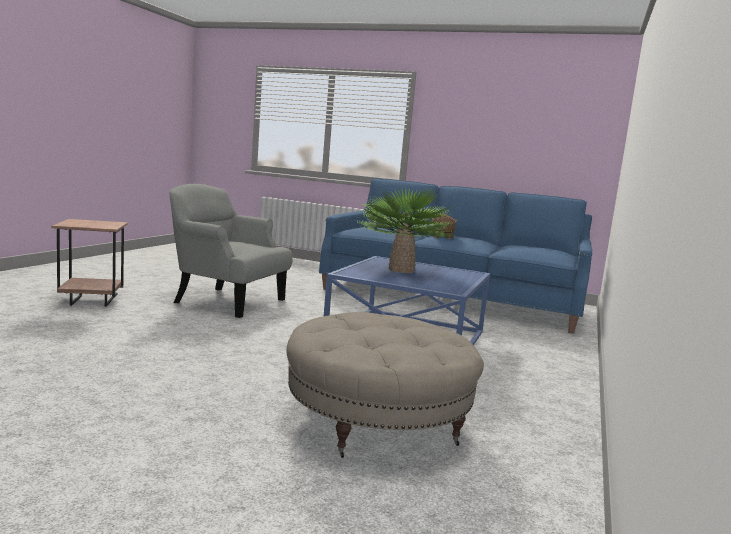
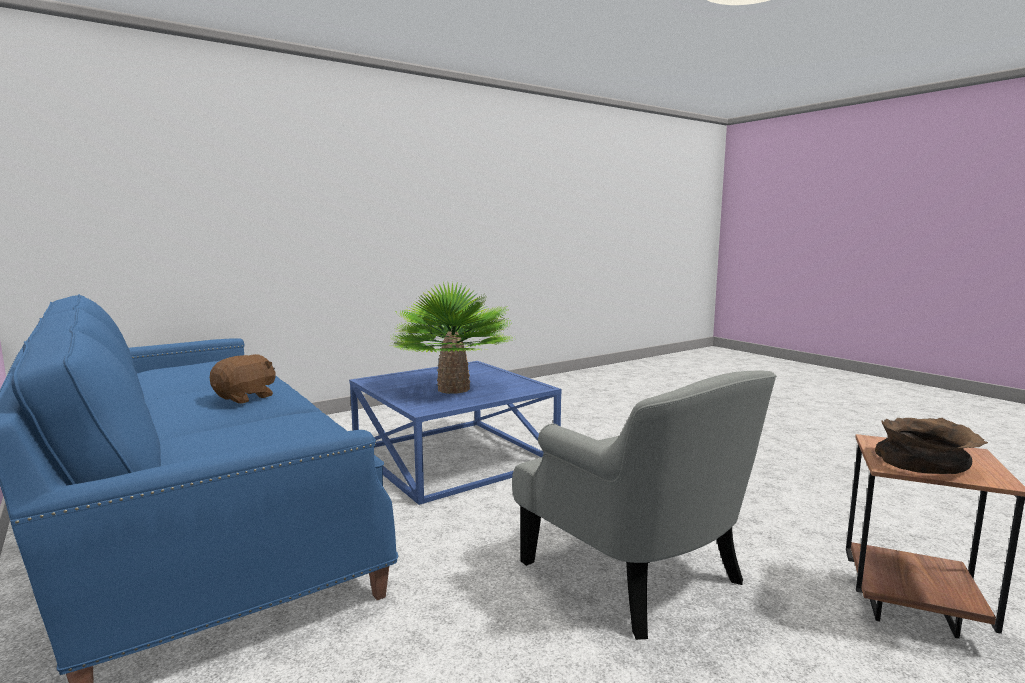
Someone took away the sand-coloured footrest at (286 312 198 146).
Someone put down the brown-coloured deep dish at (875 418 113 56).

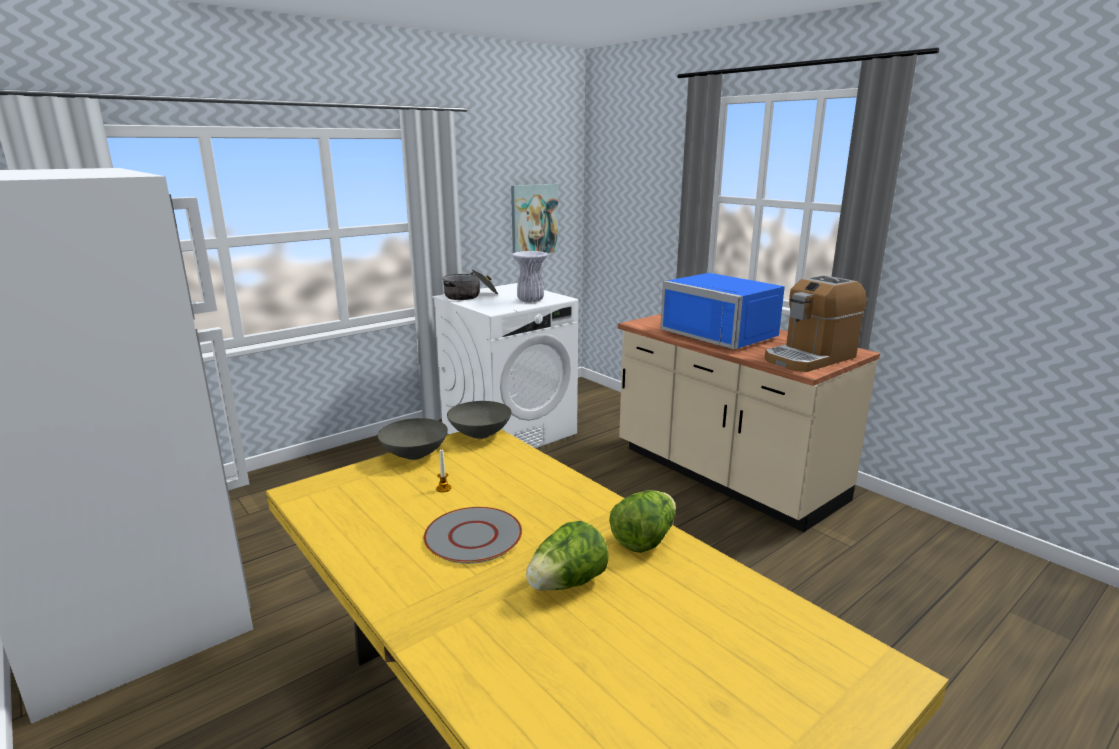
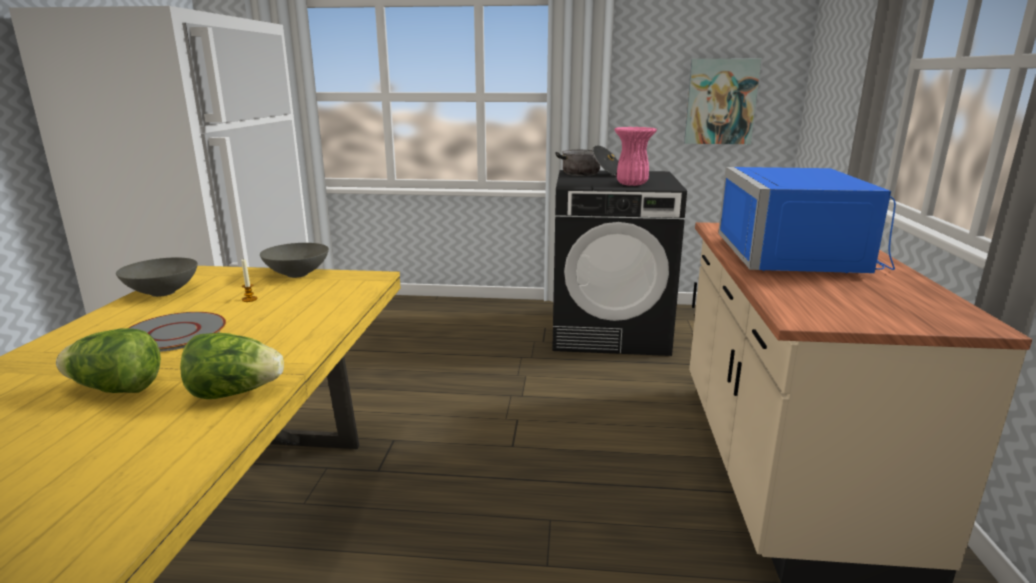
Someone repainted the white-coloured laundry appliance at (432 283 146 165), which became the black laundry appliance at (552 170 135 186).
Someone carried the gray deep dish from (447 401 64 38) to (116 258 82 39).
Someone repainted the white-coloured flower vase at (512 251 36 51), which became the pinkish flower vase at (614 127 43 59).
Someone took away the coffee brewer at (765 275 101 97).

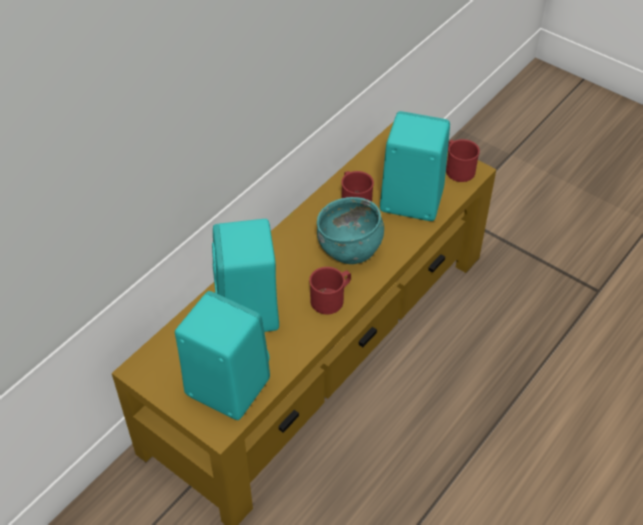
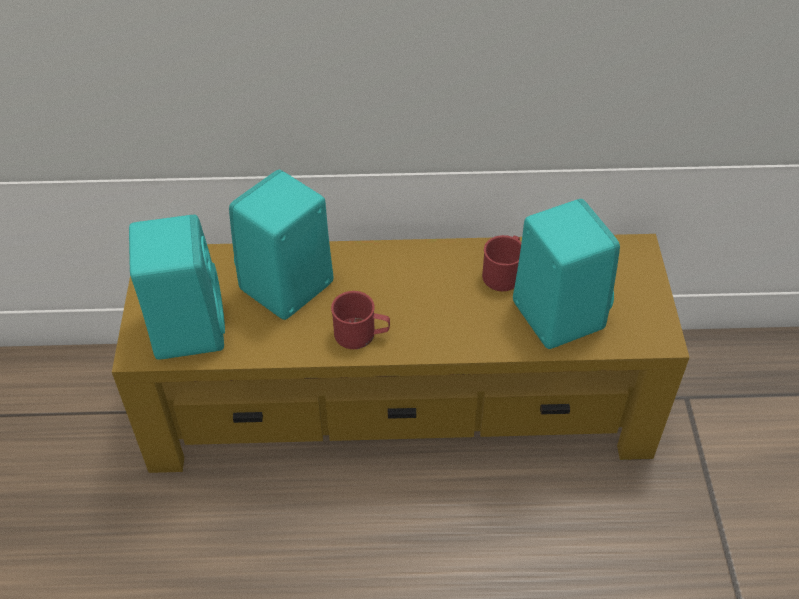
Someone took away the blue-green deep dish at (317 197 67 67).
Someone took away the red tea mug at (446 139 34 43).

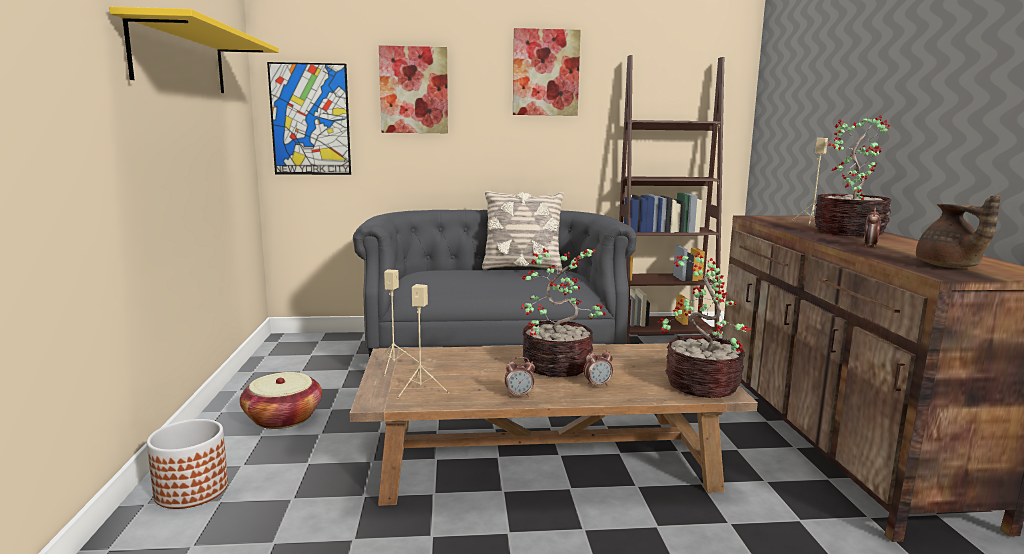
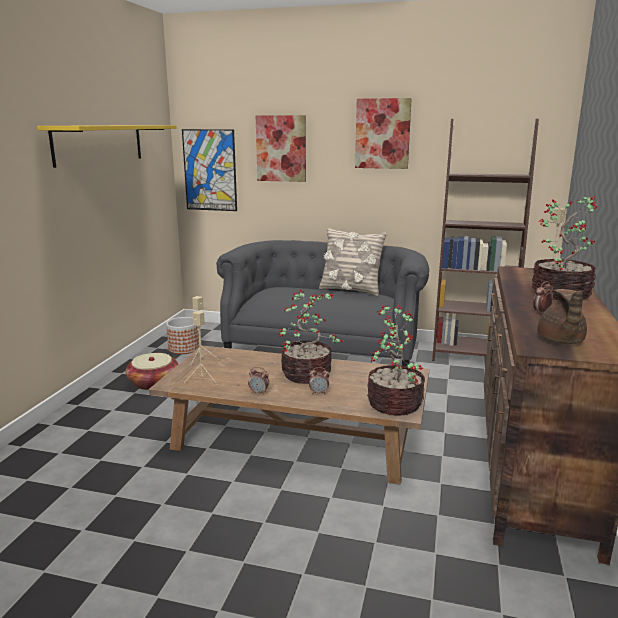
Someone carried the planter from (147 419 81 90) to (166 317 33 37).

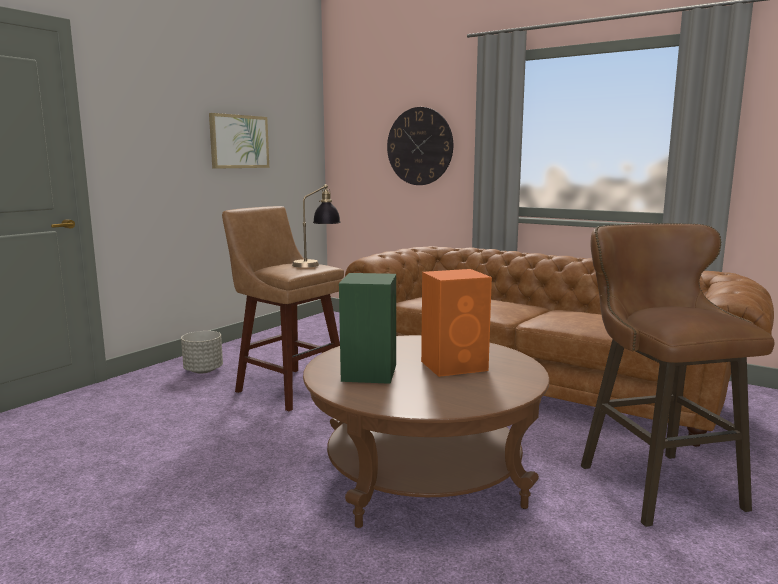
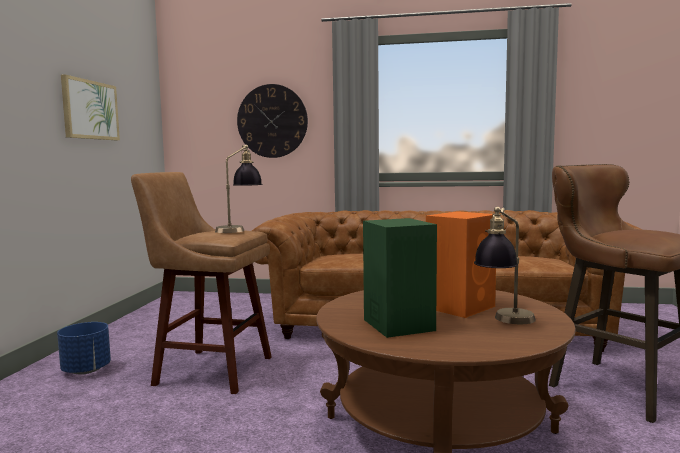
Someone repainted the gray planter at (181 331 42 42), which became the blue-coloured planter at (57 322 54 53).
Someone put down the tabletop lamp at (474 206 62 118).

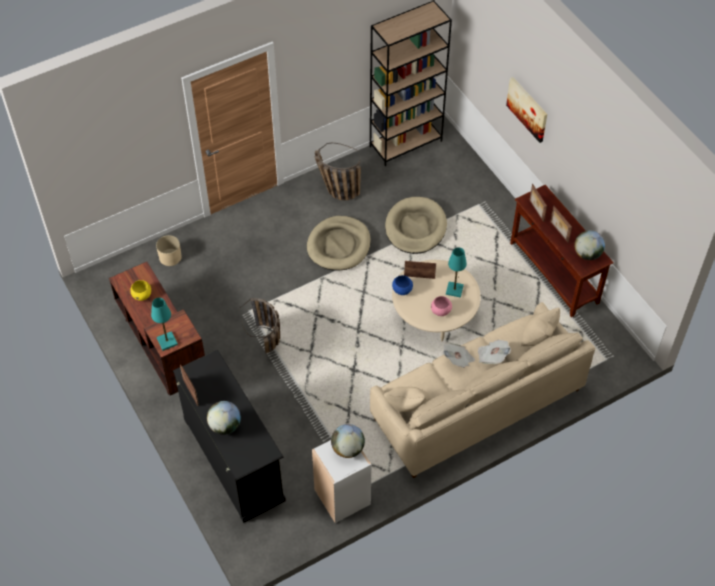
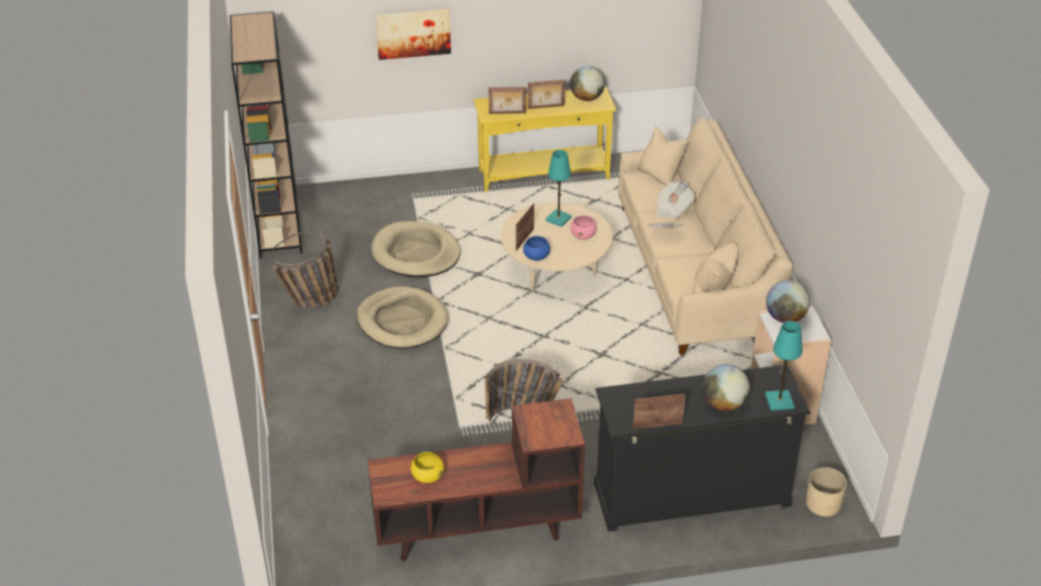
Someone carried the blue-green tabletop lamp from (151 298 27 53) to (765 321 37 90).
Someone carried the sand-coloured planter from (156 235 26 31) to (806 467 41 50).
Someone repainted the brown-coloured hall table at (510 185 104 132), which became the yellow hall table at (474 87 143 105).

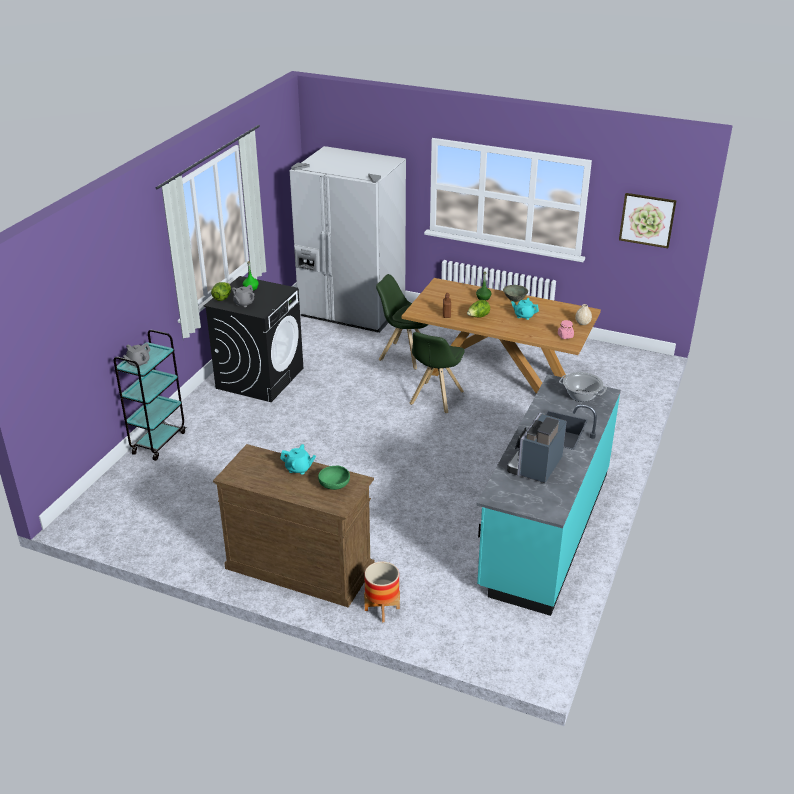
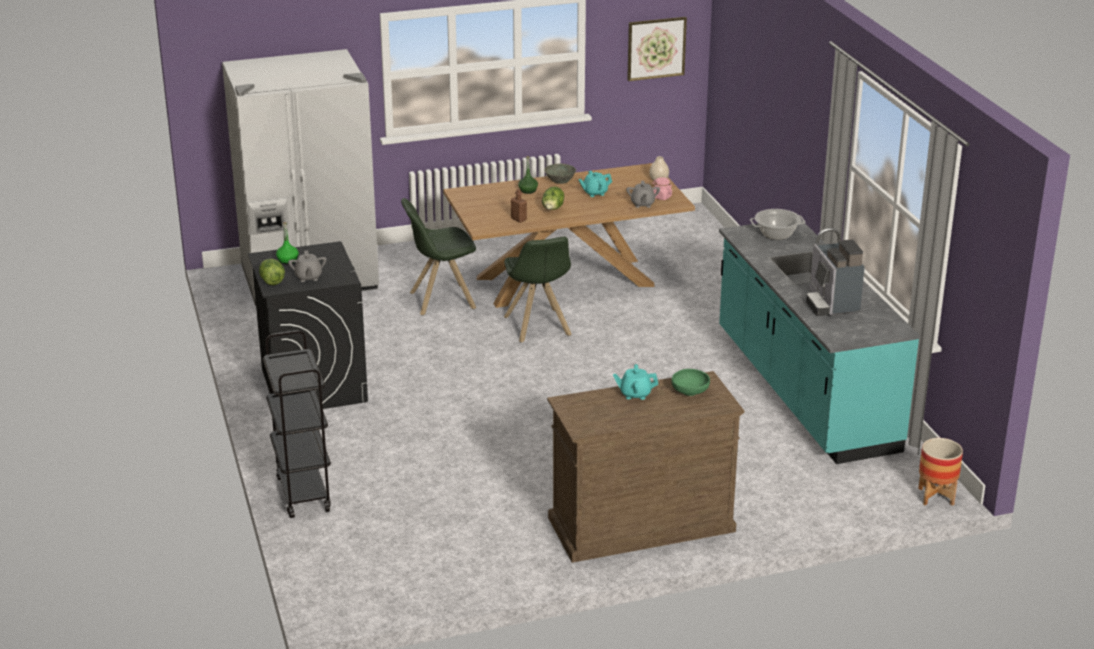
Someone repainted the blue-green cart at (114 330 73 131), which became the black cart at (263 330 68 188).
Someone carried the gray tea pot from (123 343 28 25) to (626 181 34 27).
Someone rotated the blue-green tea pot at (280 444 36 31) by 150 degrees counterclockwise.
Someone carried the planter from (364 562 36 60) to (918 438 45 68).

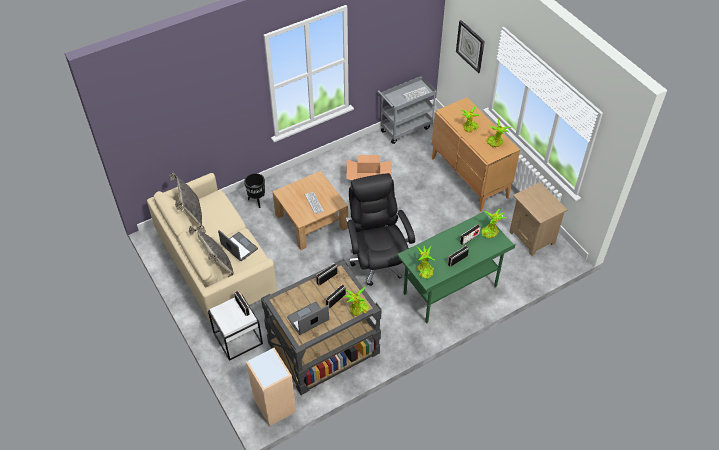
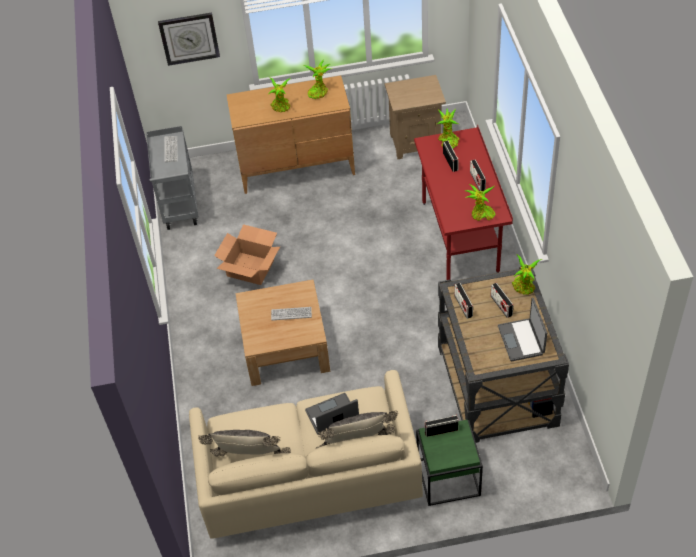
Someone repainted the white-coloured side table at (208 295 55 66), which became the green-coloured side table at (416 420 67 86).
Someone took away the black planter at (244 173 21 35).
Someone took away the bookshelf at (246 348 50 78).
Someone took away the black computer chair at (346 173 69 113).
Someone repainted the green-coloured desk table at (397 212 119 111), which became the red desk table at (414 124 99 156).

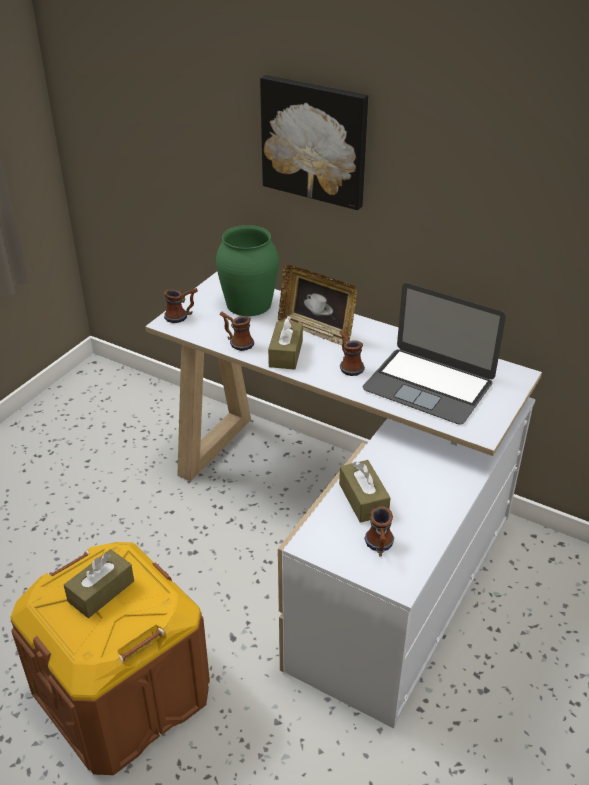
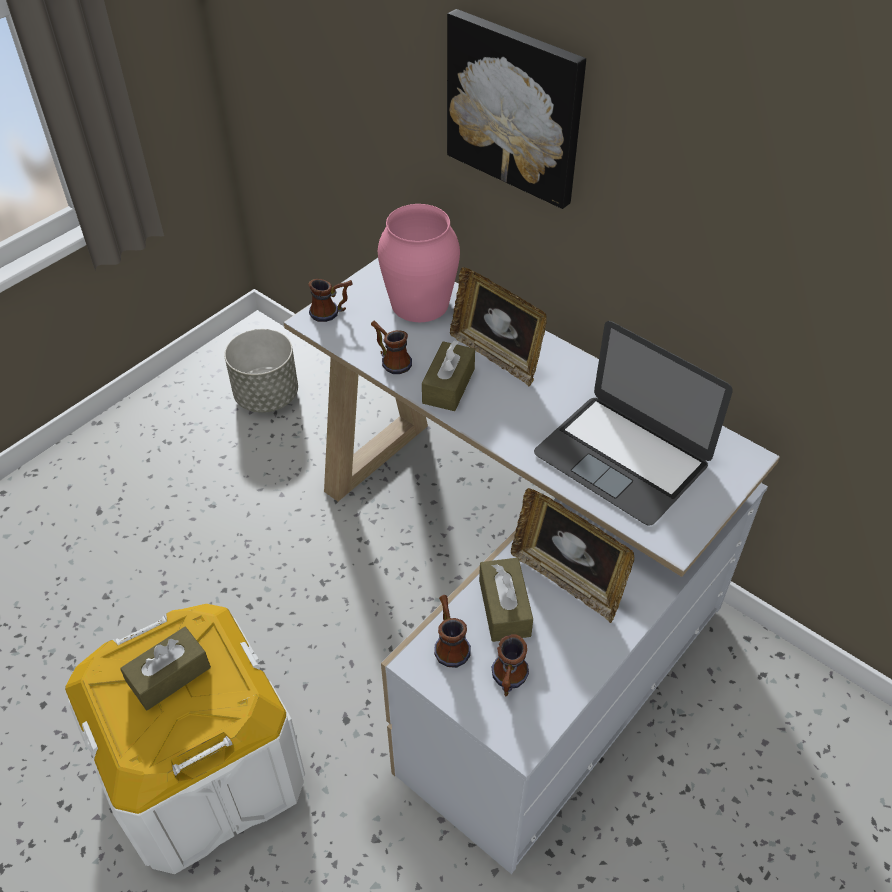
Someone repainted the brown-coloured storage container at (11 542 199 233), which became the white-coloured storage container at (65 604 240 270).
Someone repainted the green-coloured flower vase at (216 225 63 91), which became the pinkish flower vase at (378 204 82 118).
Someone carried the tea mug from (339 330 26 46) to (434 595 37 73).
Someone put down the gray planter at (224 329 74 83).
Someone put down the photo frame at (511 488 123 135).

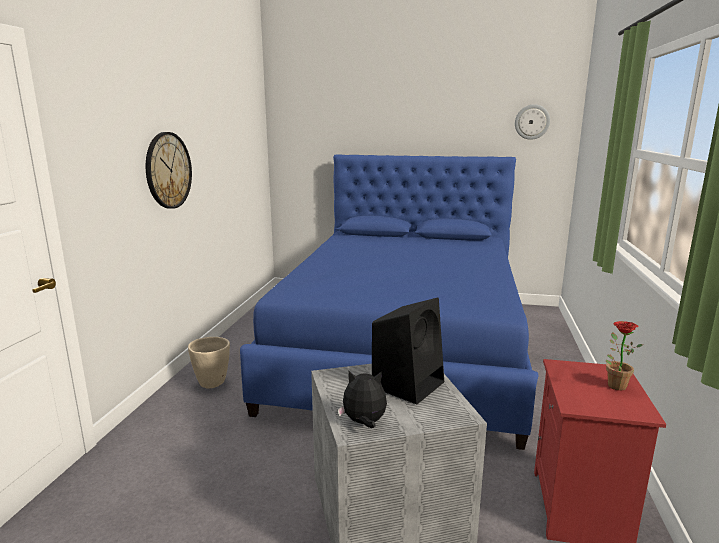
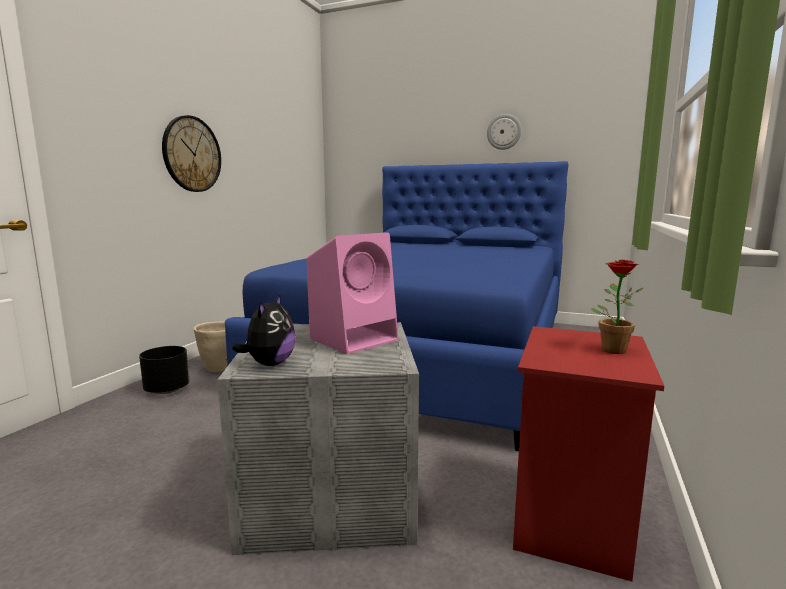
Someone rotated the cuddly toy at (338 370 49 58) by 90 degrees clockwise.
Someone repainted the black loudspeaker at (372 297 72 108), which became the pinkish loudspeaker at (307 232 92 122).
Someone carried the wall clock from (515 104 35 36) to (487 114 34 36).
Someone put down the black planter at (139 346 51 48).

